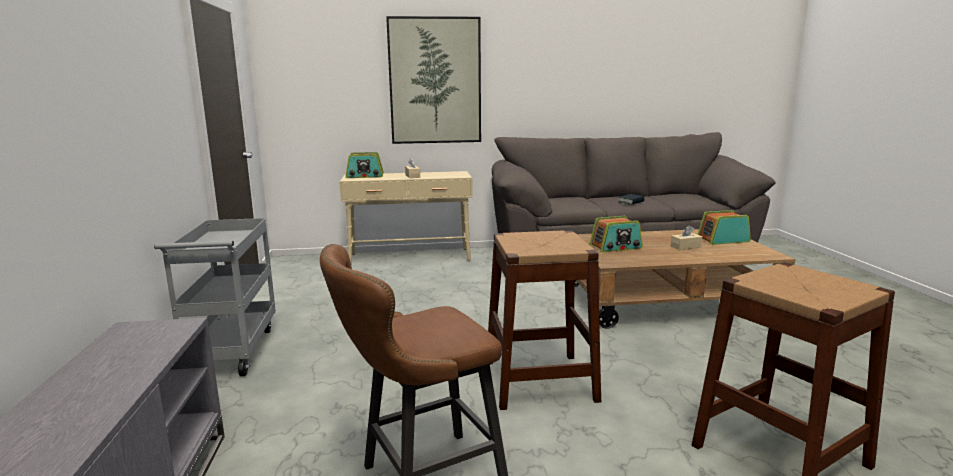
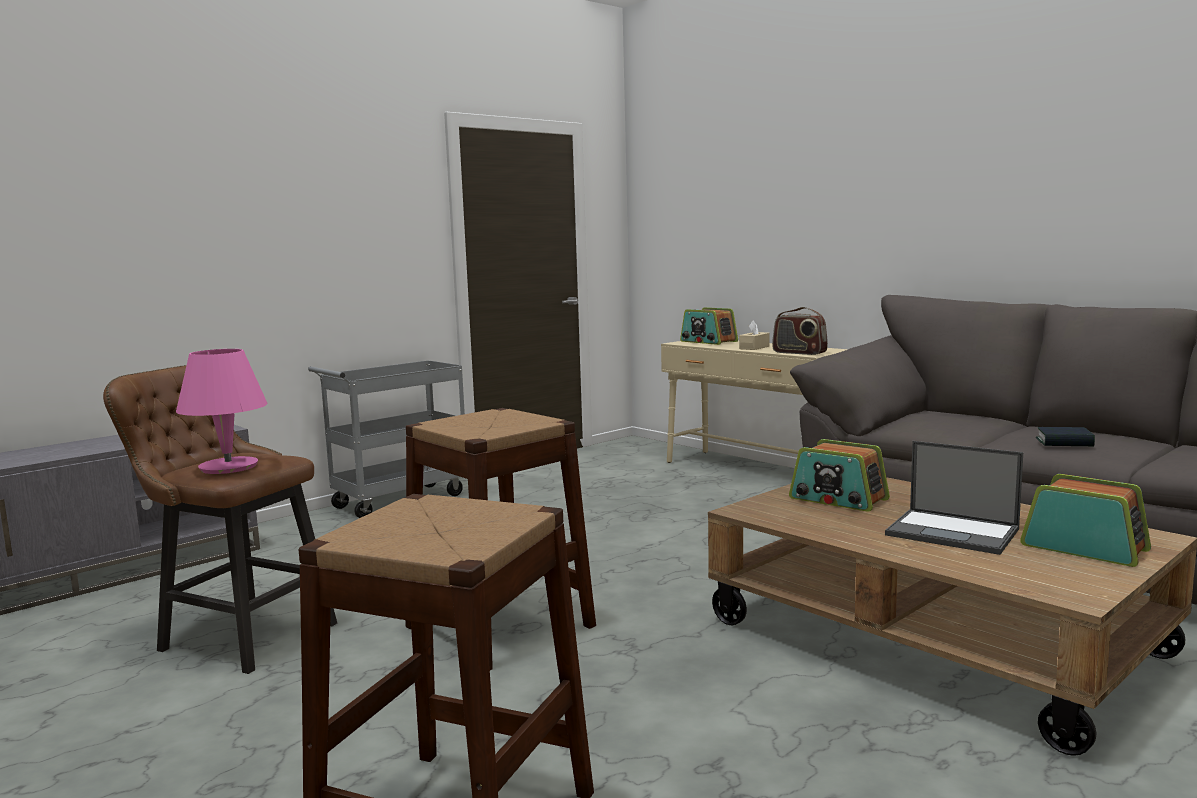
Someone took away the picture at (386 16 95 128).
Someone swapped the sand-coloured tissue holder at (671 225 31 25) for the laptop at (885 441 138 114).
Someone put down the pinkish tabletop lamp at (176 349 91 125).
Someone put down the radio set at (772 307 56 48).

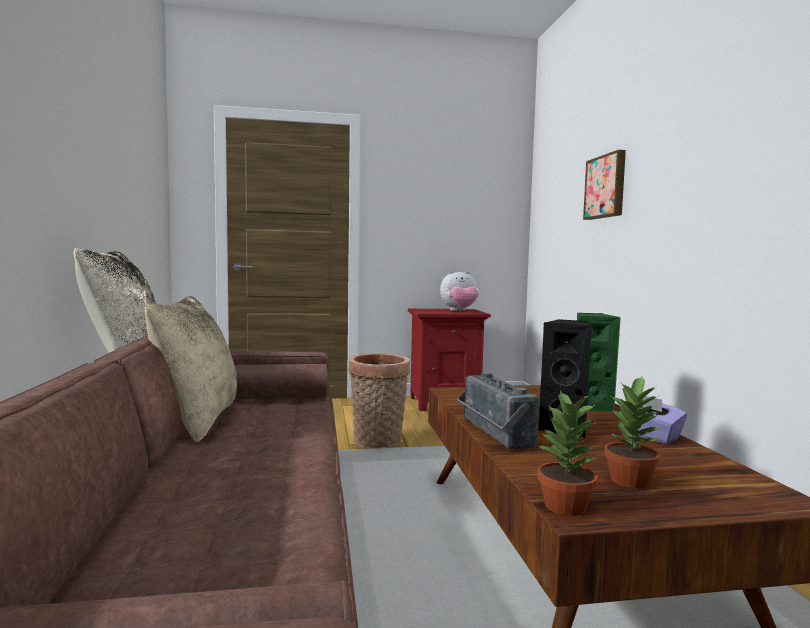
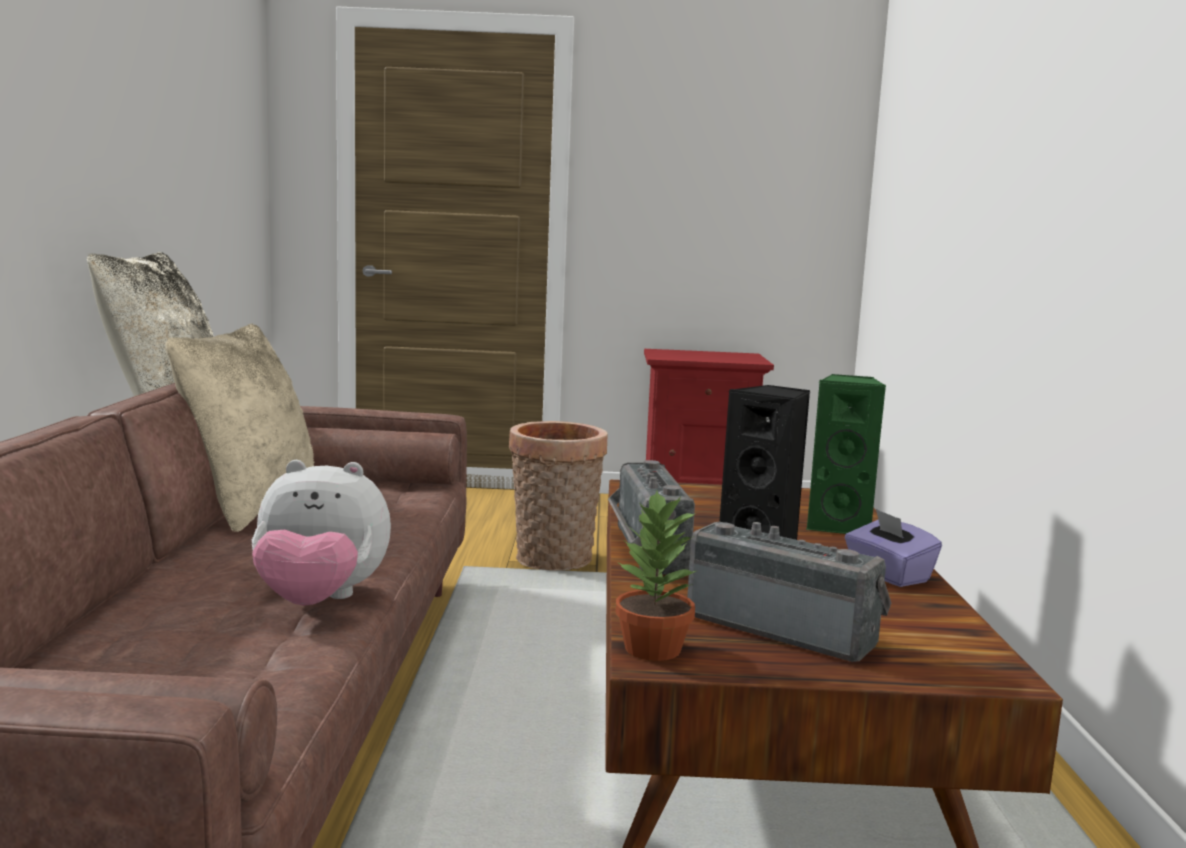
Someone carried the cuddly toy from (440 270 39 41) to (252 460 139 146).
Someone took away the picture at (583 150 43 70).
Someone swapped the plant in a pot at (604 375 59 113) for the radio set at (687 521 204 141).

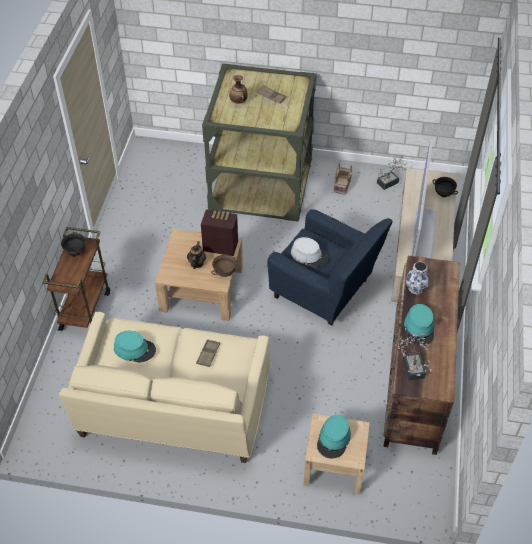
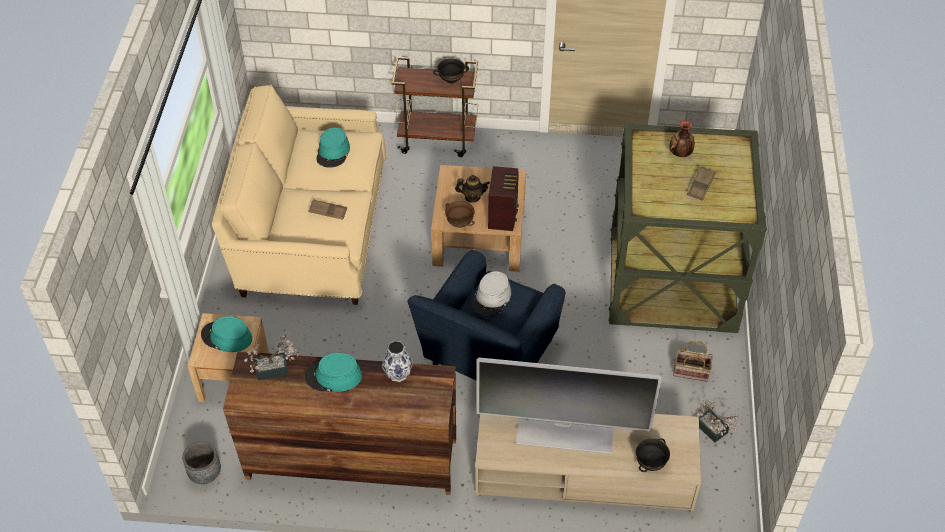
Someone put down the gray planter at (182 441 39 43).

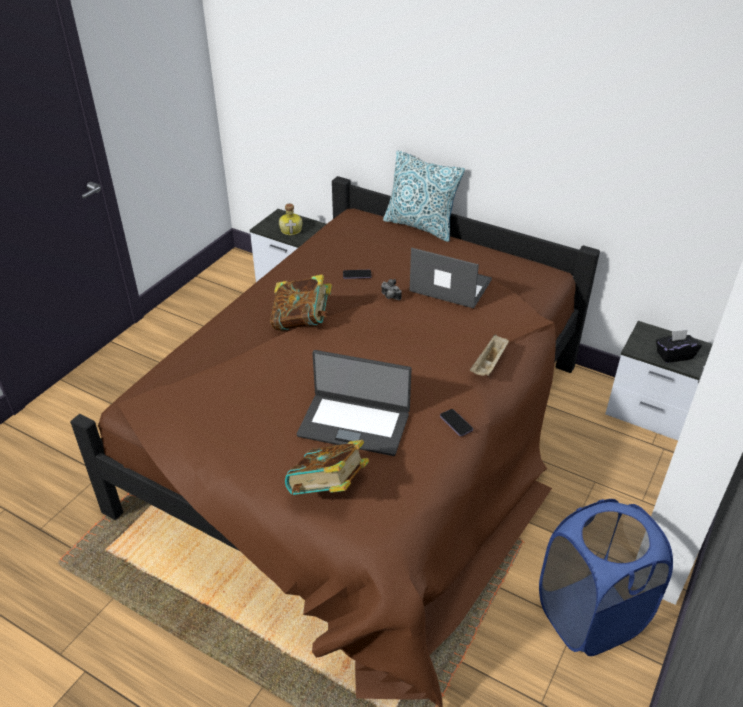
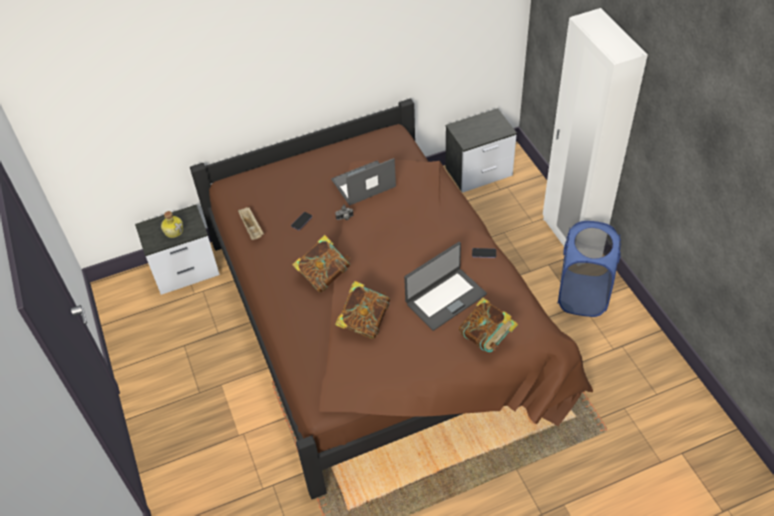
Someone took away the pillow at (383 151 82 91).
Someone carried the sand-coloured carrying tray from (470 334 39 42) to (238 207 26 33).
Someone took away the black tissue holder at (656 330 46 33).
Someone put down the book at (335 281 55 58).

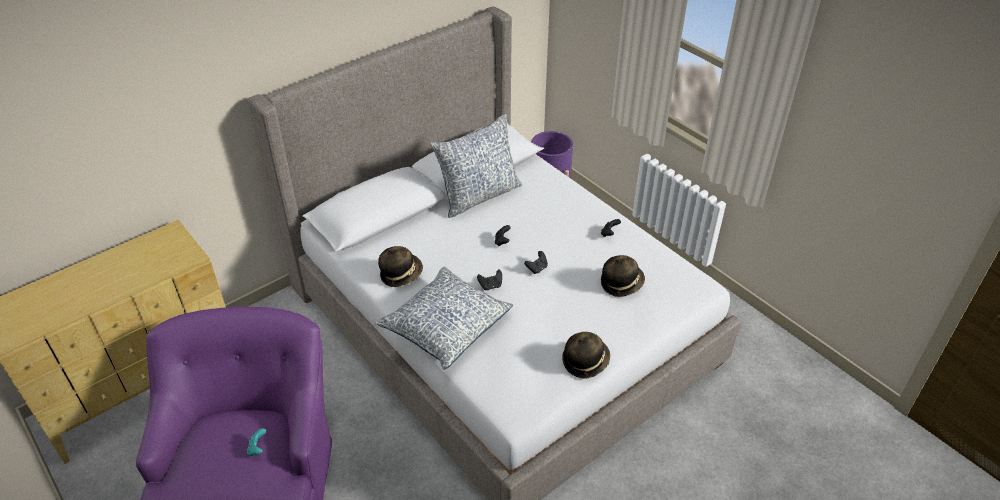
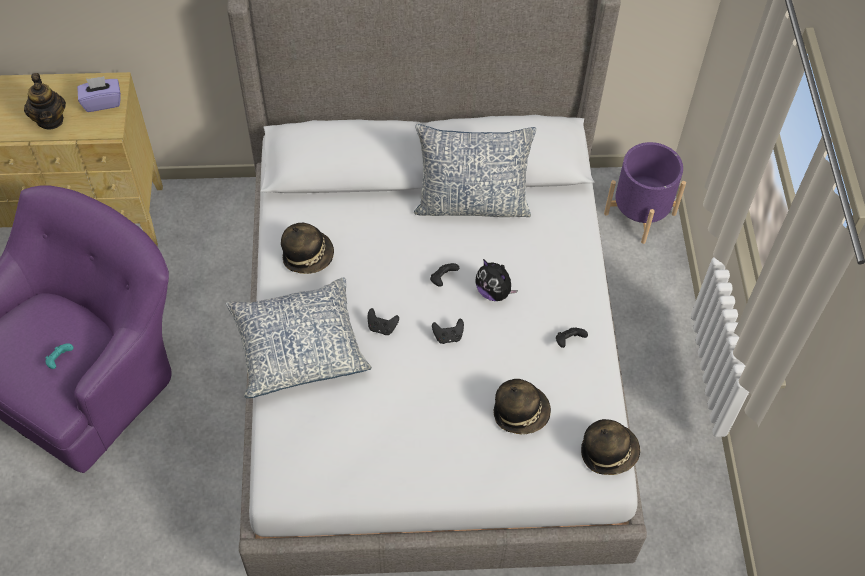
Someone carried the wearable hat from (562 332 48 47) to (581 419 59 56).
Someone put down the tea pot at (24 73 42 57).
Someone put down the purple tissue holder at (77 76 44 36).
Someone put down the cuddly toy at (475 259 43 42).

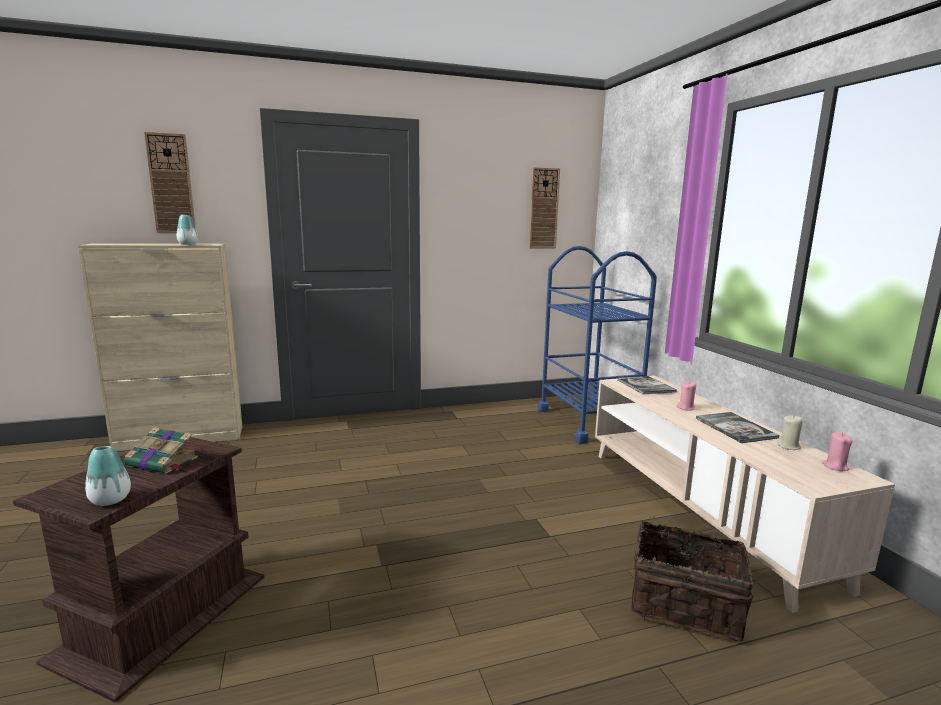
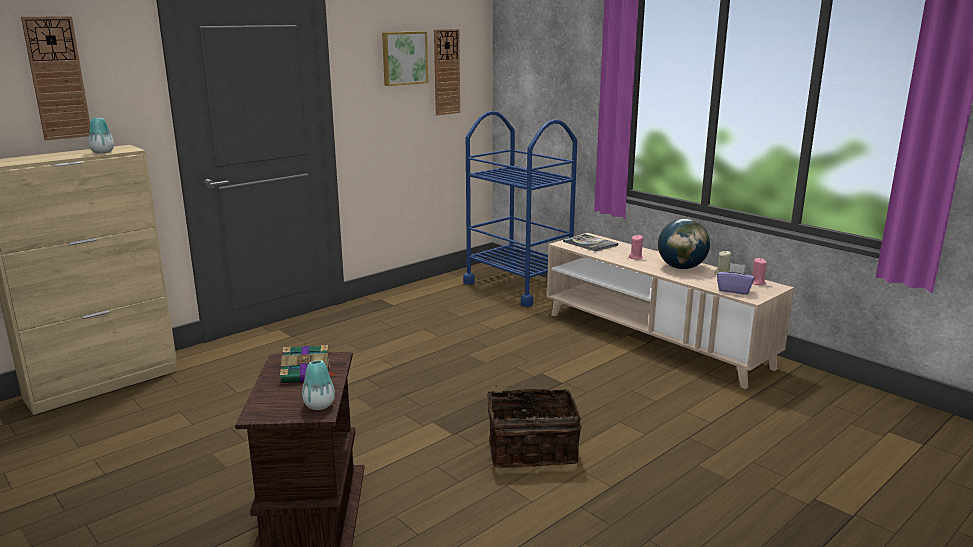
Someone carried the storage basket from (631 516 123 126) to (487 386 94 82).
Someone swapped the book at (696 412 84 31) for the world globe at (658 219 52 50).
Someone put up the picture at (382 31 46 55).
Someone put down the purple tissue holder at (717 263 38 32).

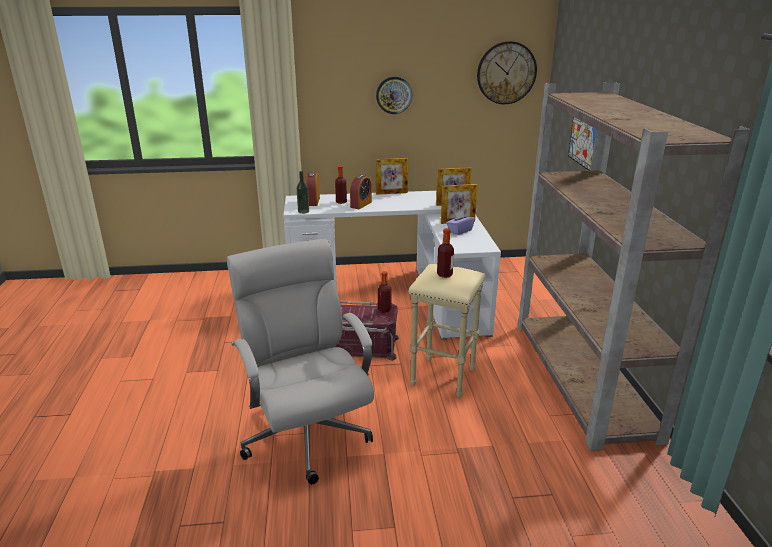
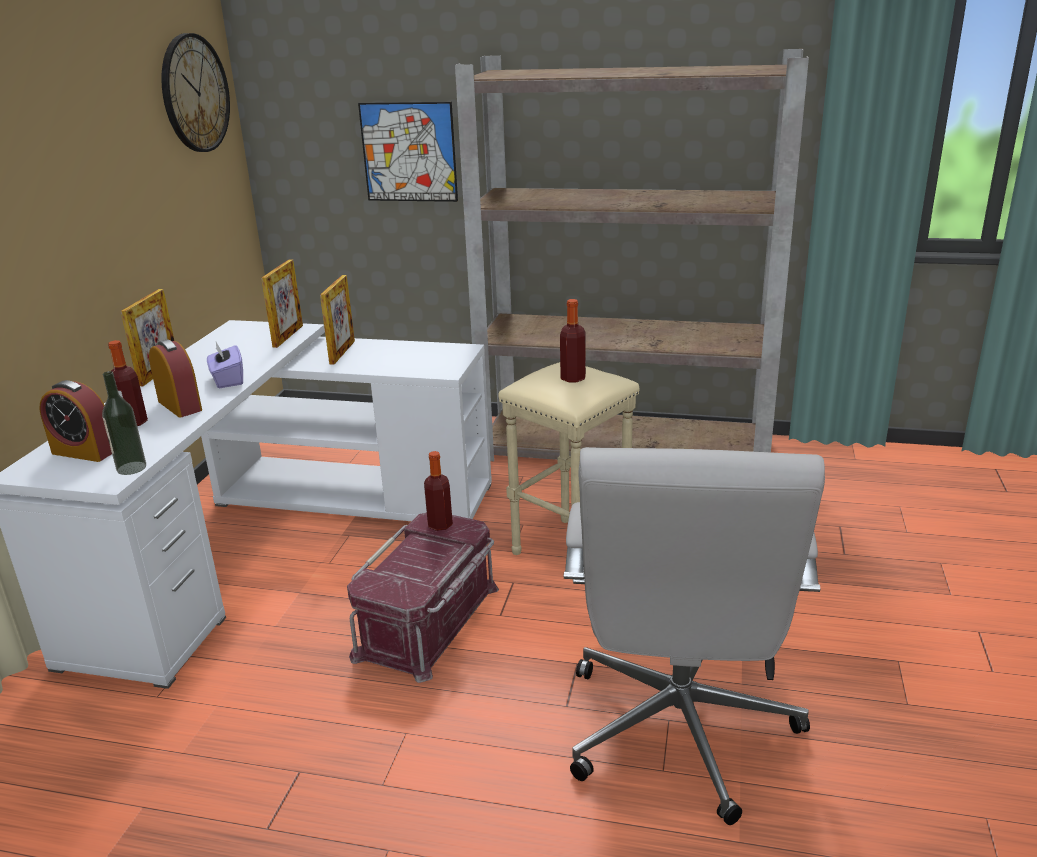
Someone rotated the gray computer chair at (227 239 147 245) by 75 degrees counterclockwise.
Someone took away the wall clock at (376 76 37 38).
Someone carried the purple tissue holder from (447 211 28 24) to (207 342 36 46).

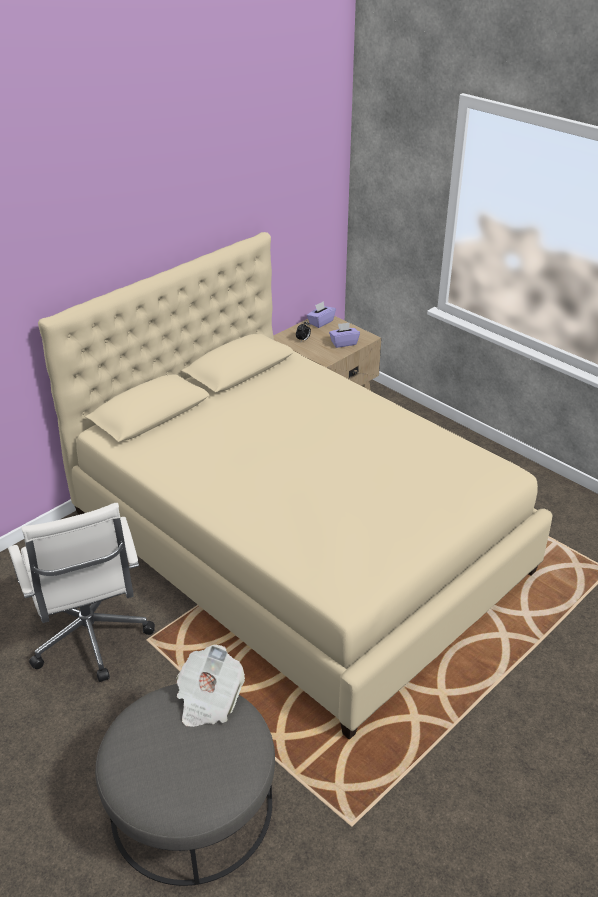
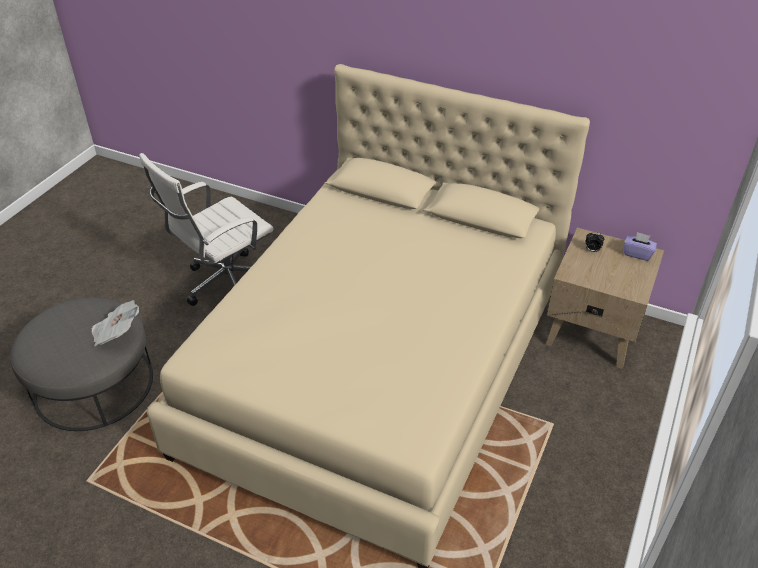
Someone took away the purple tissue holder at (329 322 31 26).

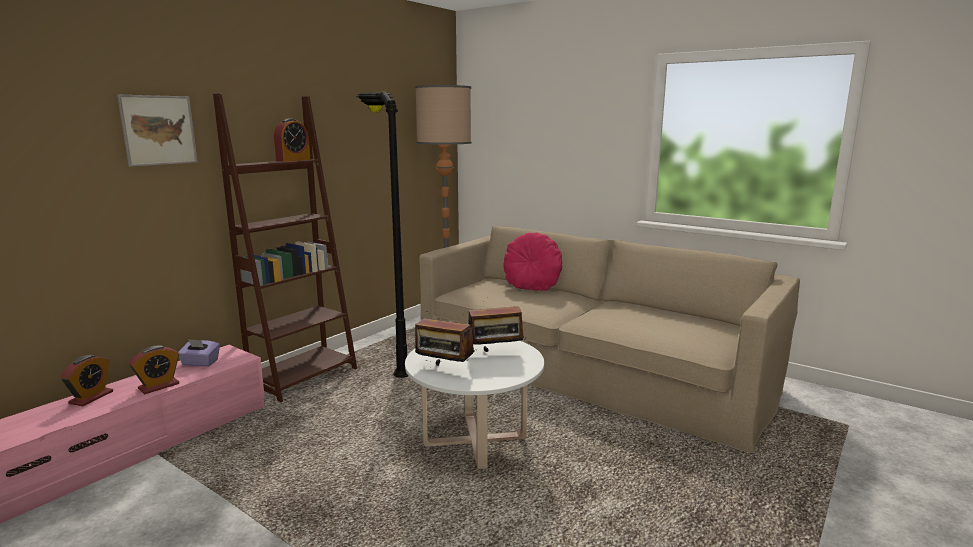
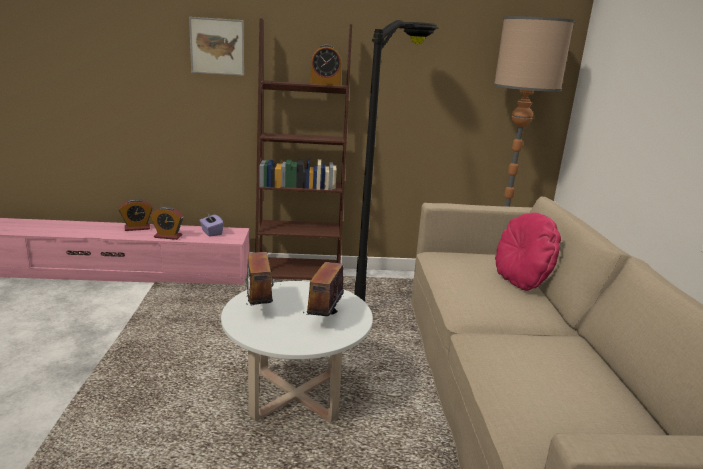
Someone rotated the radio set at (469 301 57 51) by 60 degrees clockwise.

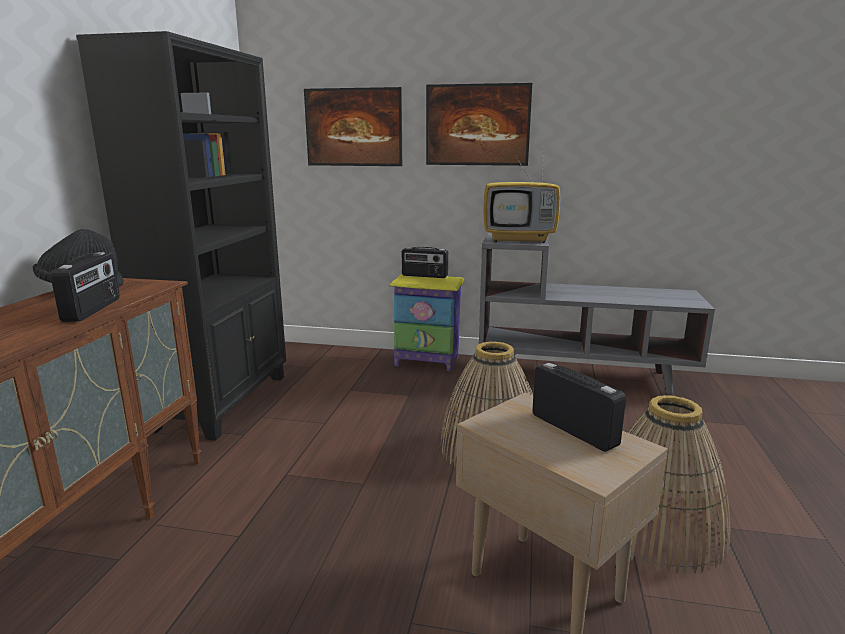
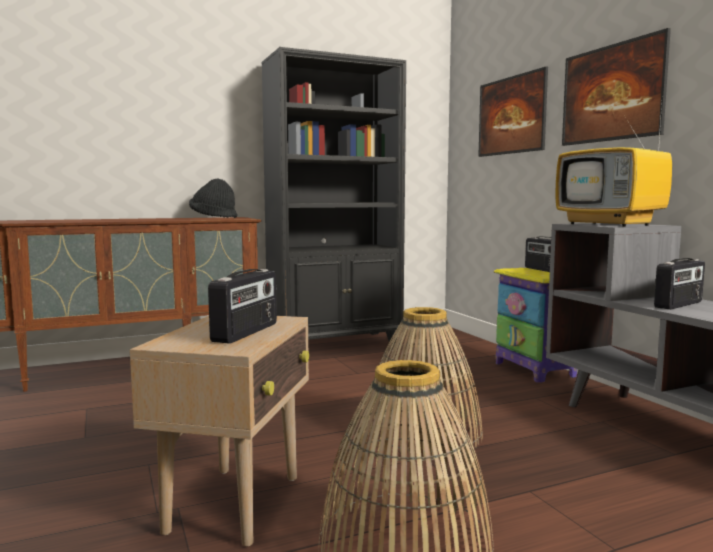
Someone carried the radio set from (50 252 70 70) to (654 258 51 52).

